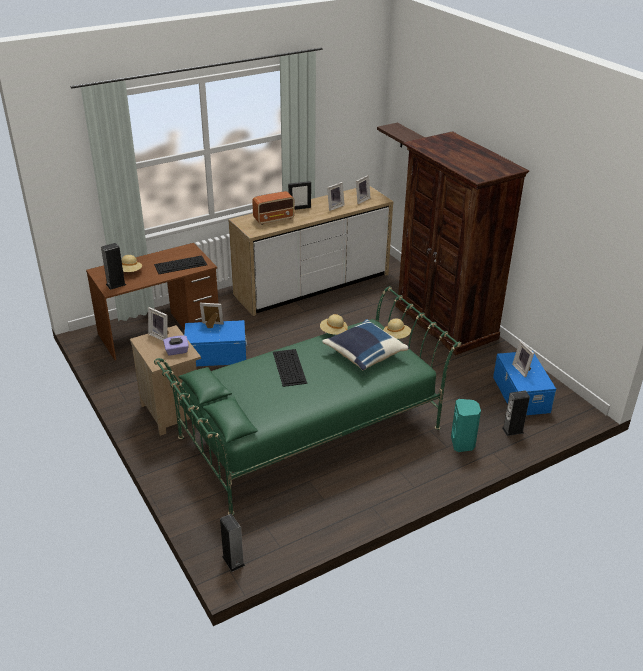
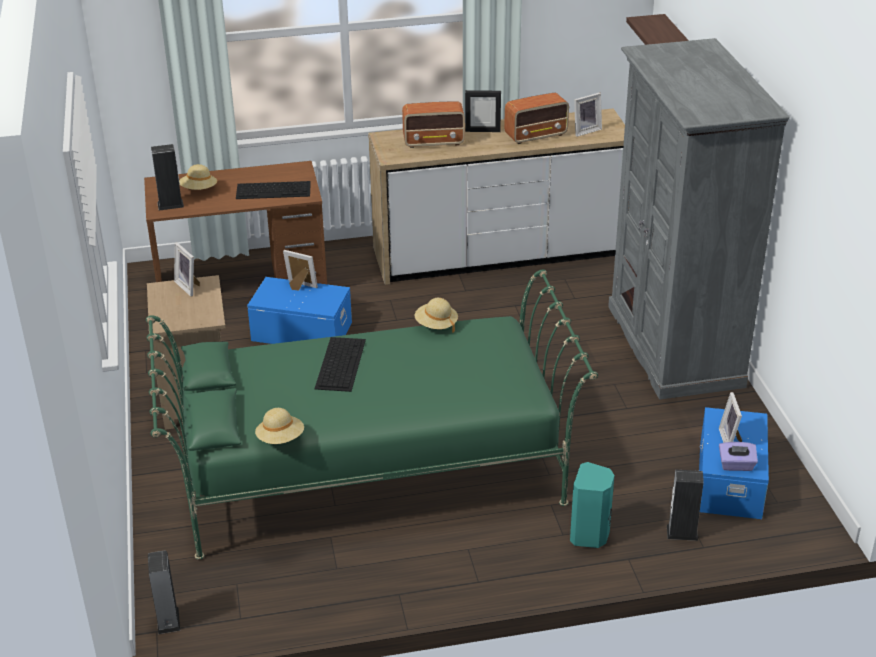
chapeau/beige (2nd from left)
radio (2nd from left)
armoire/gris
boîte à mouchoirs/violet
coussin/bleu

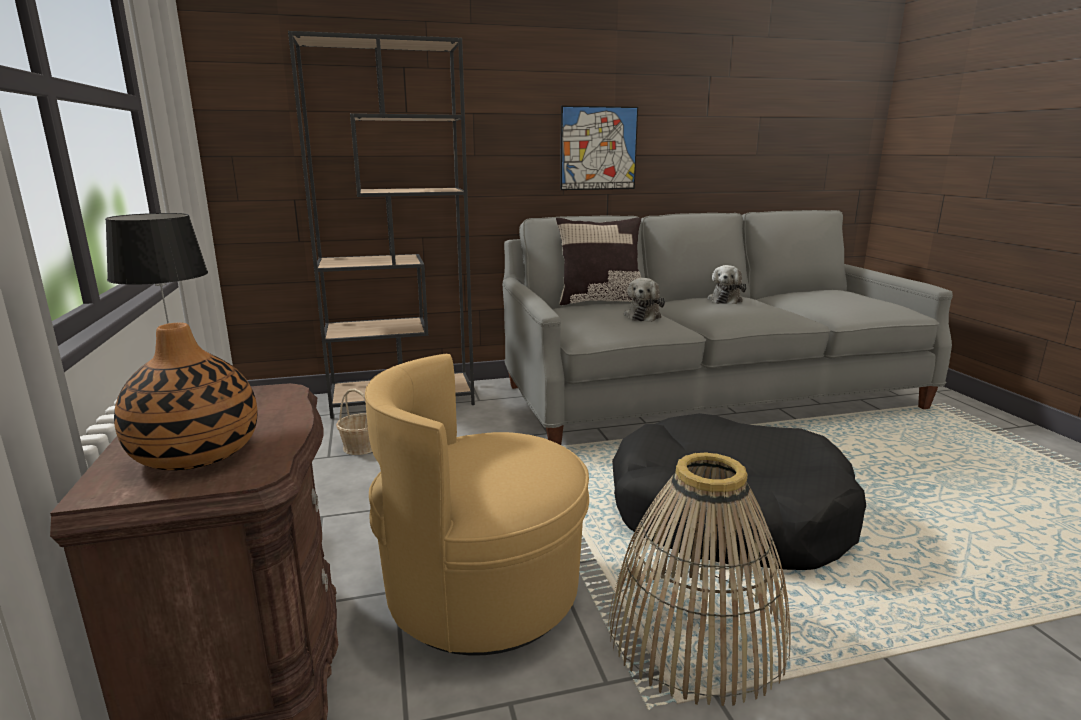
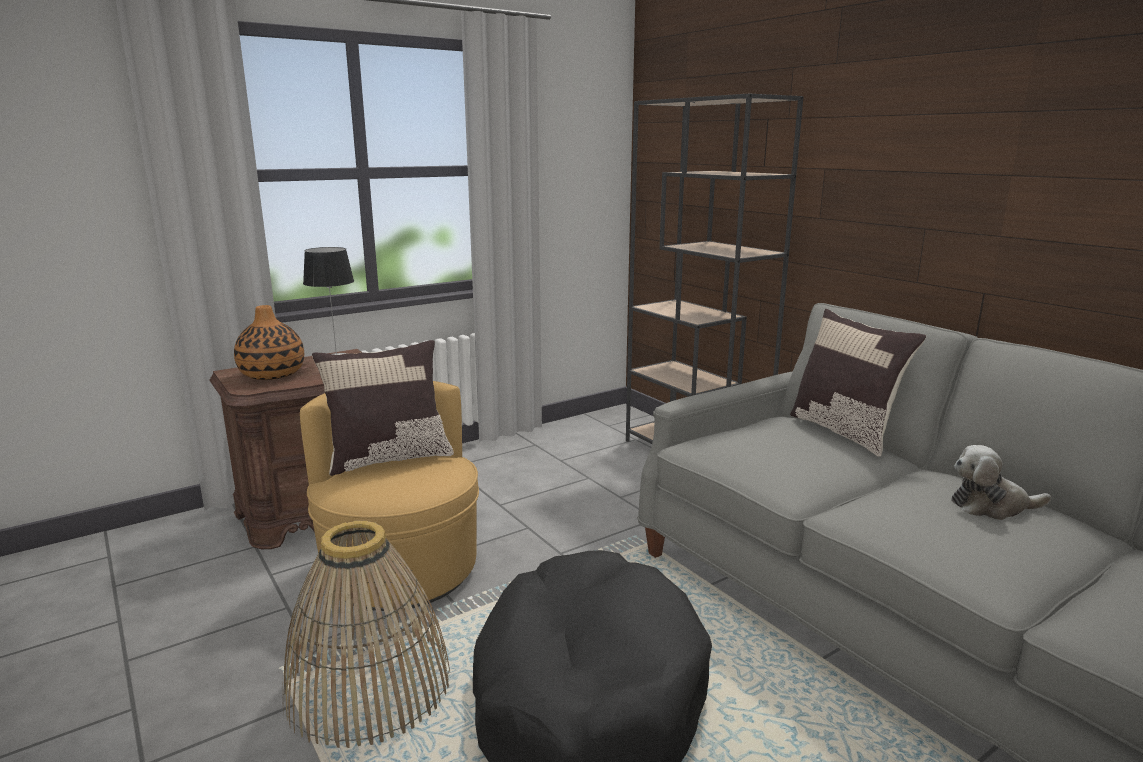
coussin (1st from left)
panier (1st from left in the first image)
tableau
peluche (1st from left in the first image)

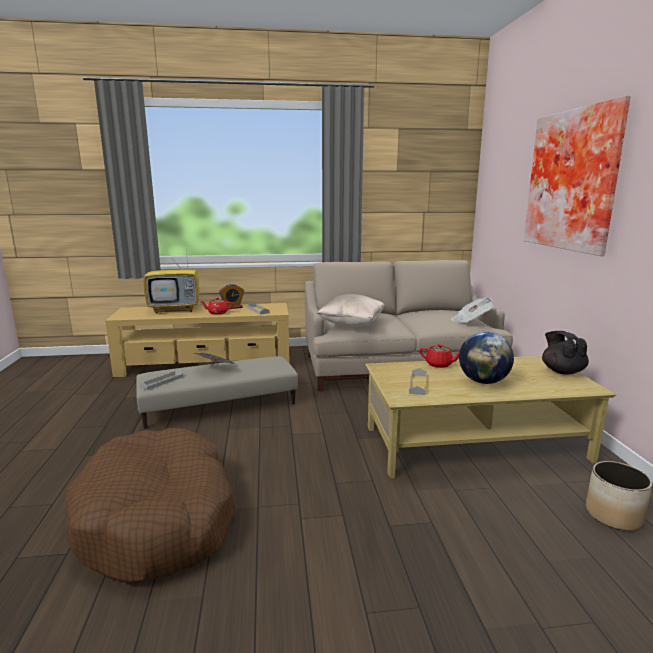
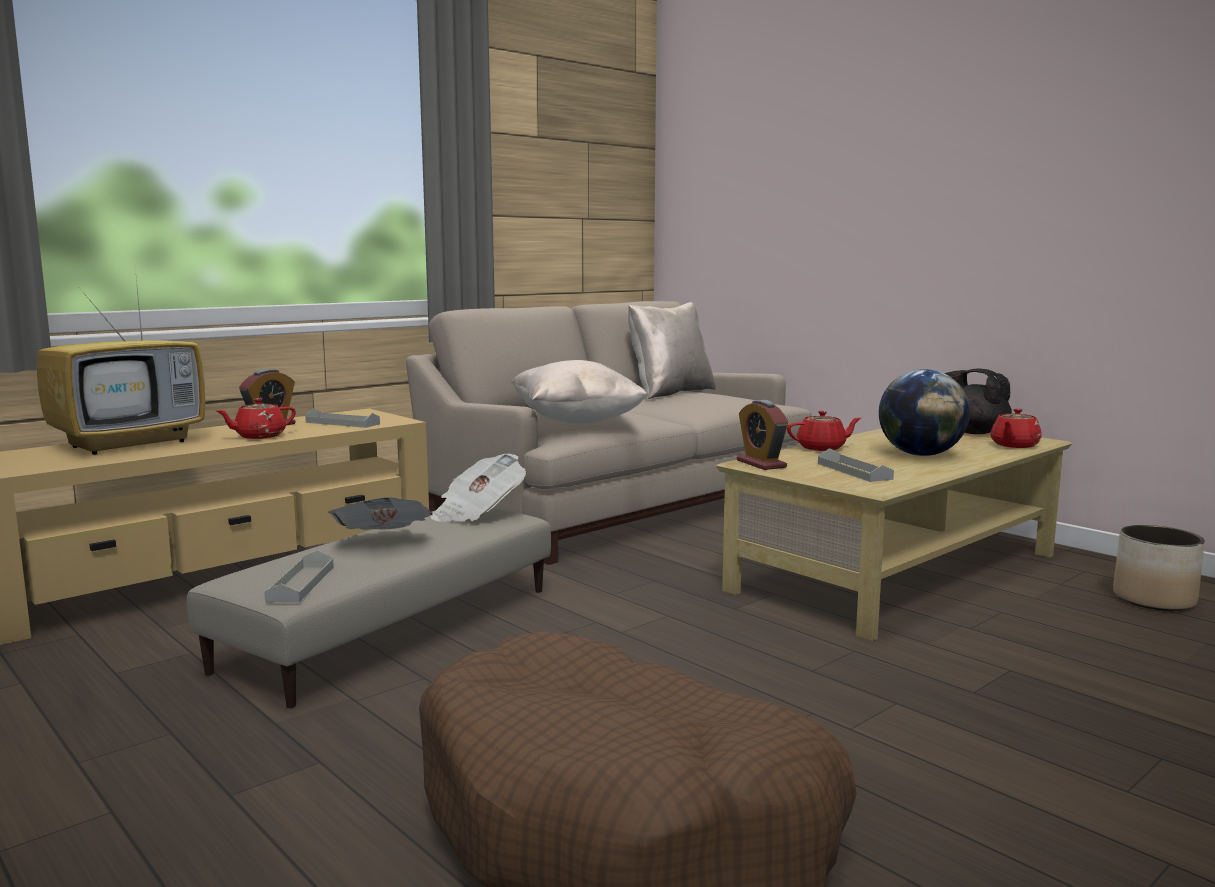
journal (2nd from left)
coussin/beige (2nd from left)
réveil (2nd from left)
théière/rouge (3rd from left)
tableau

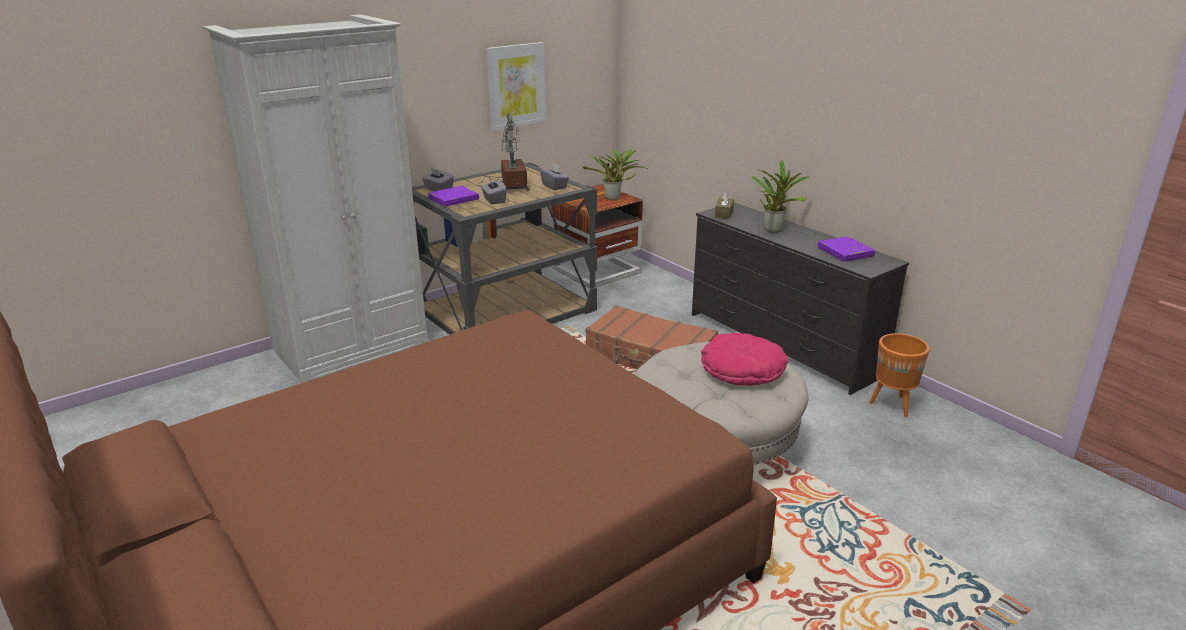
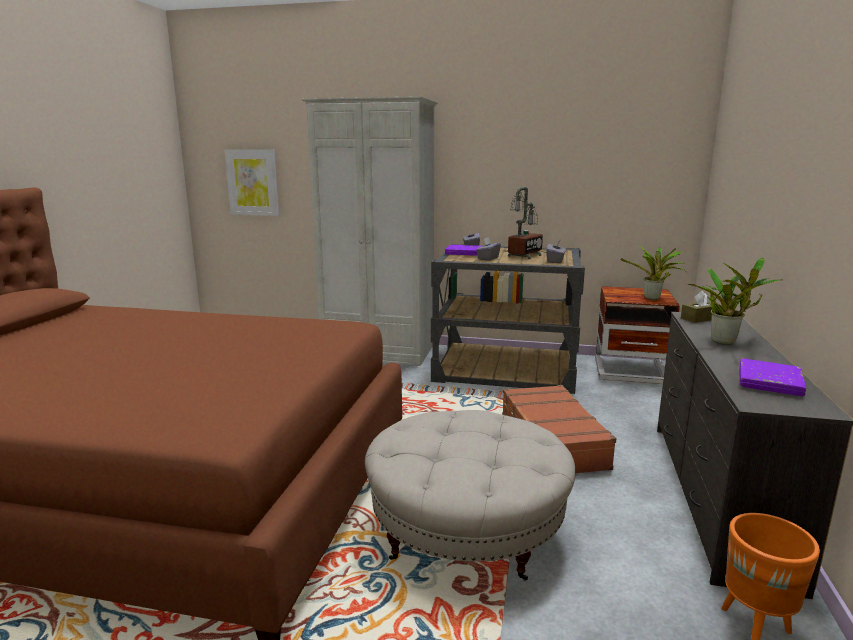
tableau
coussin/rose

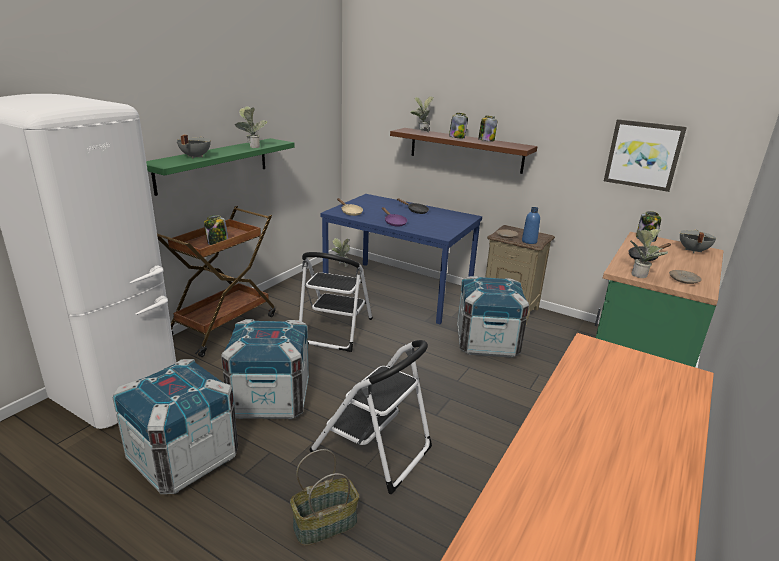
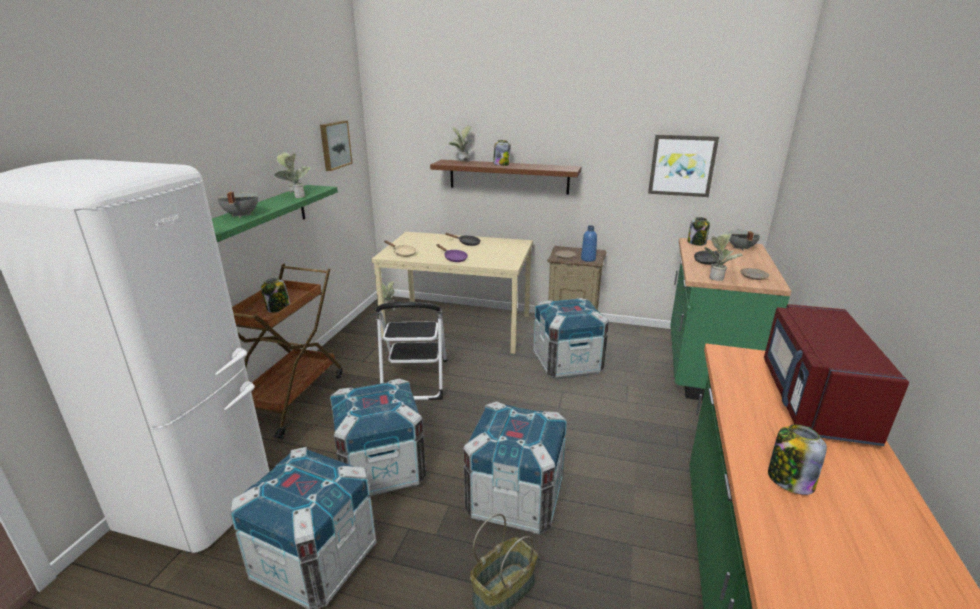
tableau (1st from left)
table à manger/beige
caisse (3rd from left)
micro-ondes/rouge
bocal (4th from left)

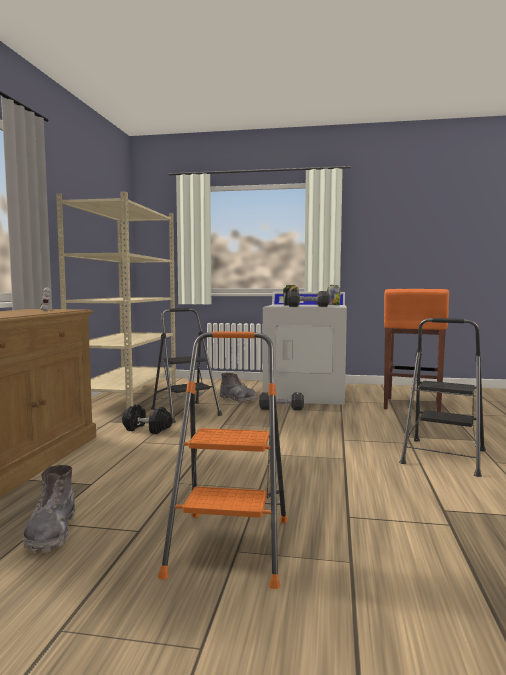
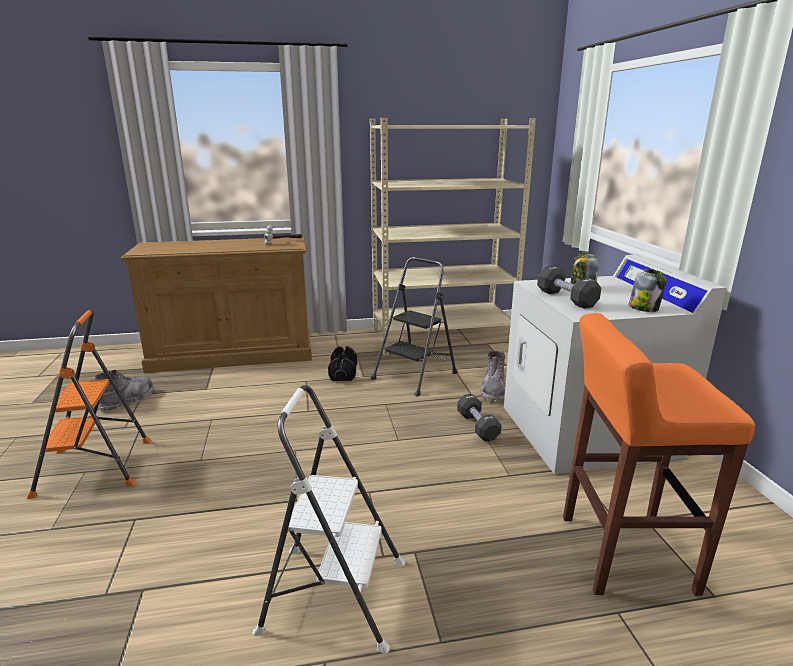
botte/gris (1st from left)
escabeau/blanc

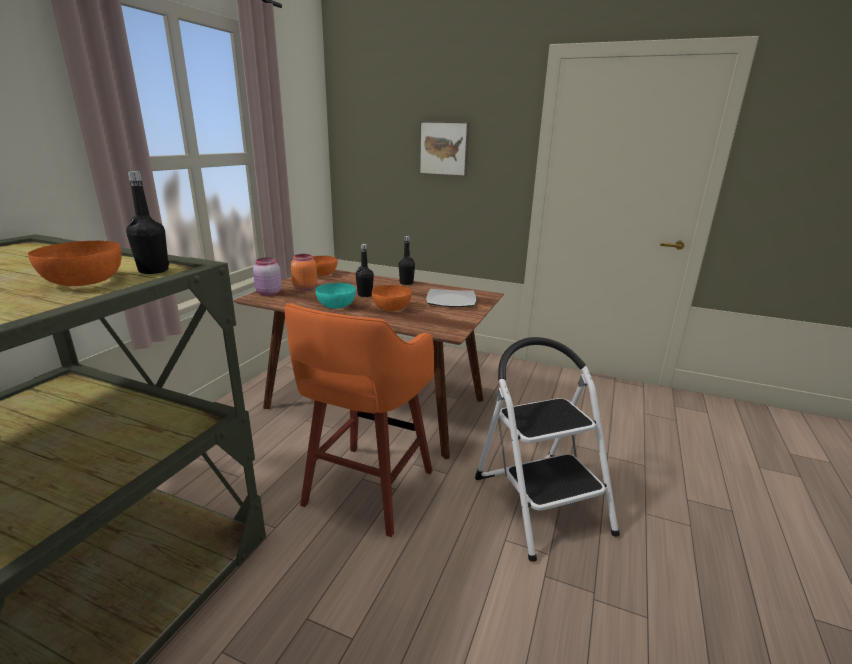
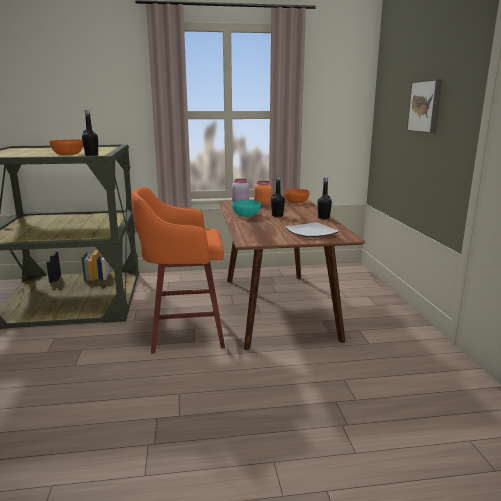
bol/orange (3rd from left in the first image)
escabeau

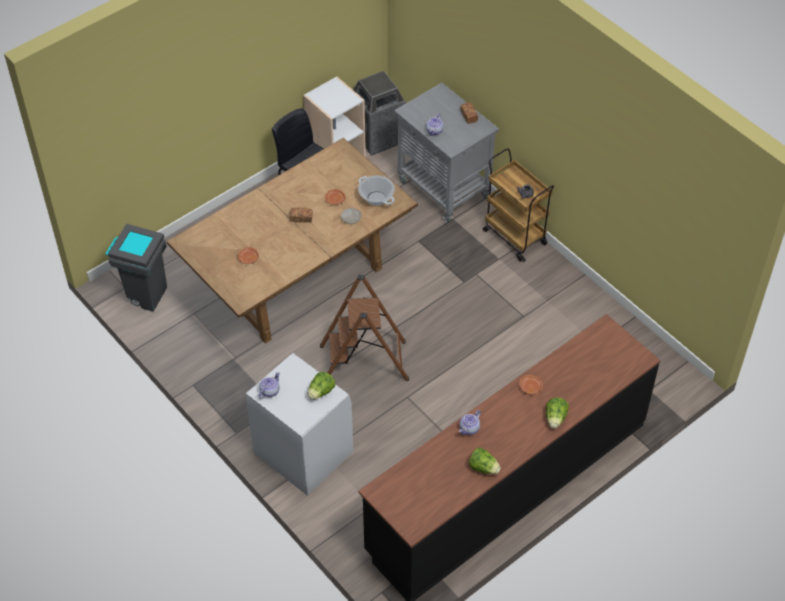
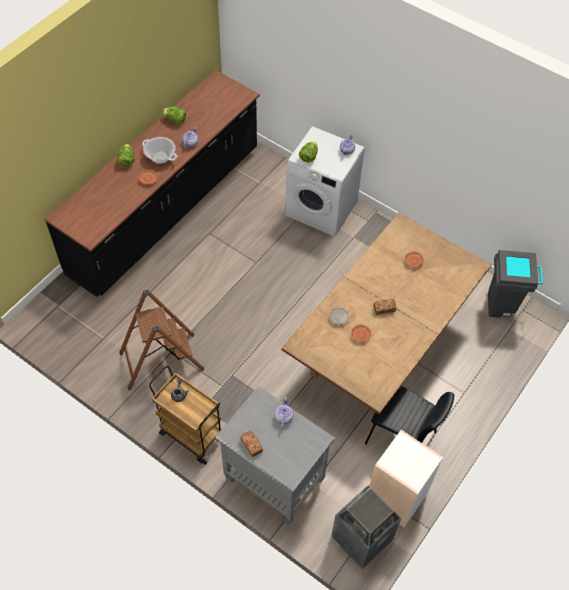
escabeau/marron
marmite

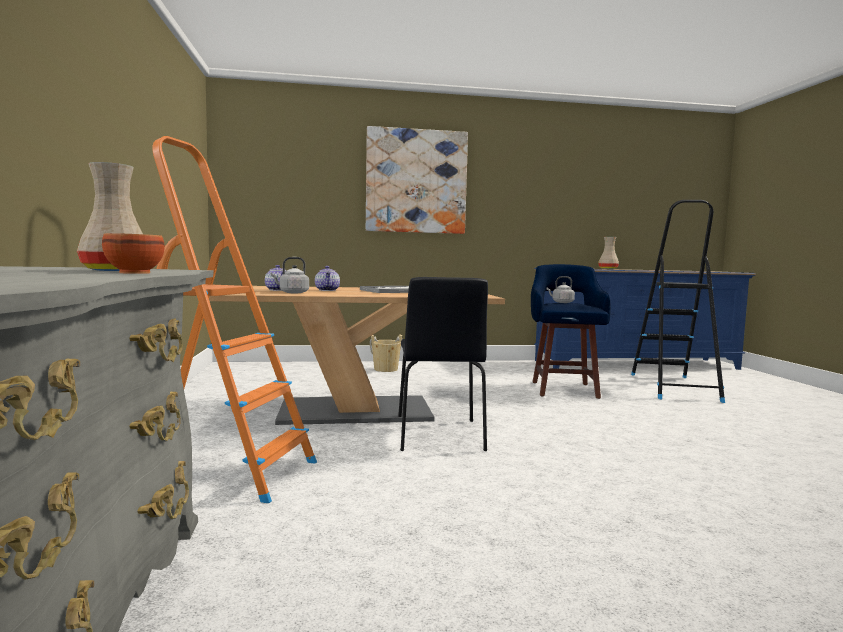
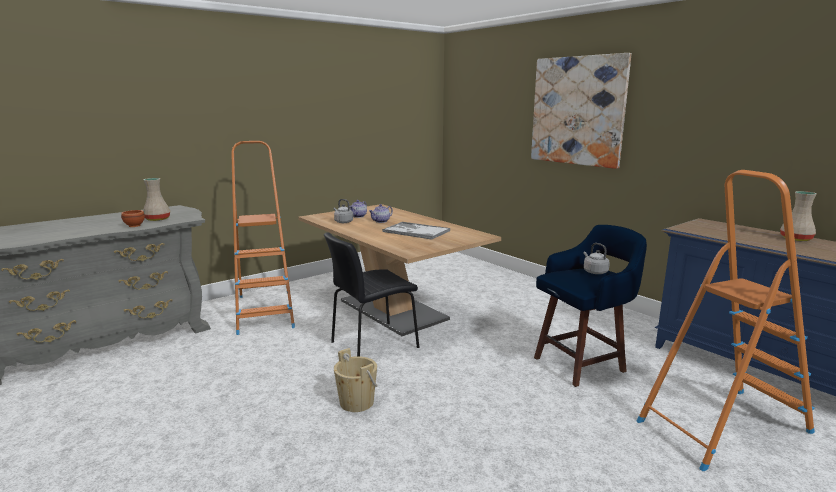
seau/beige
escabeau/orange (2nd from left)

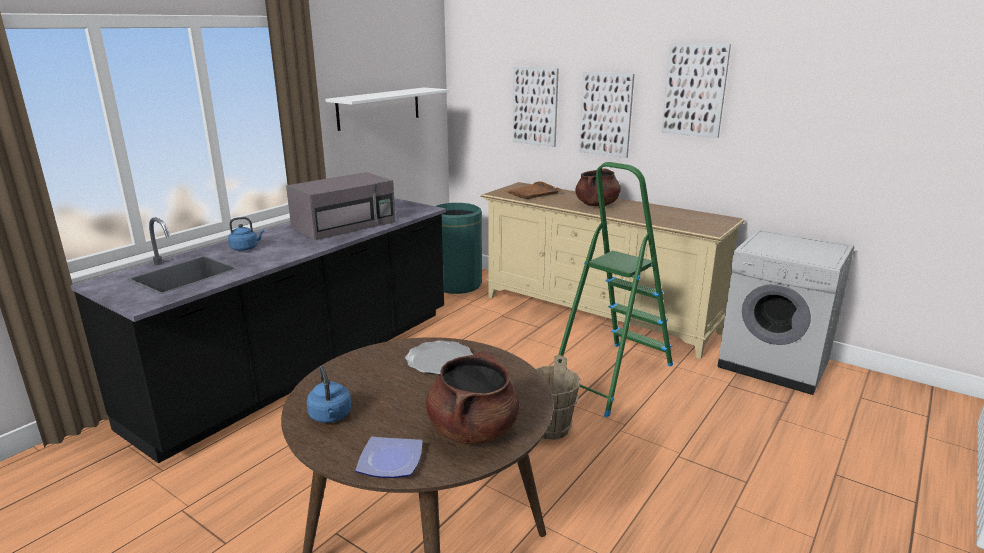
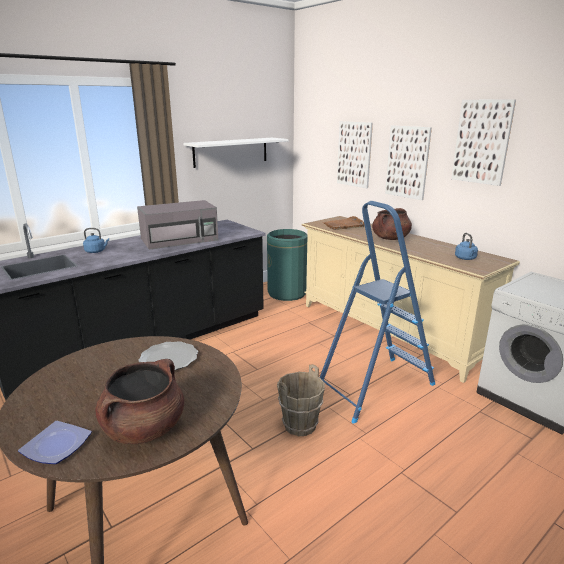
escabeau/bleu
bouilloire/bleu (2nd from left)

